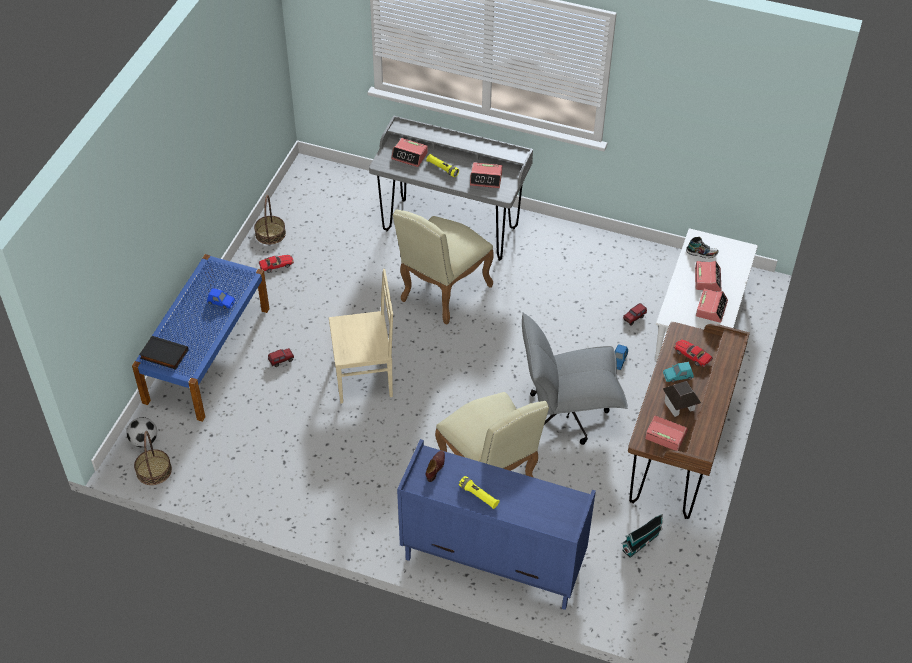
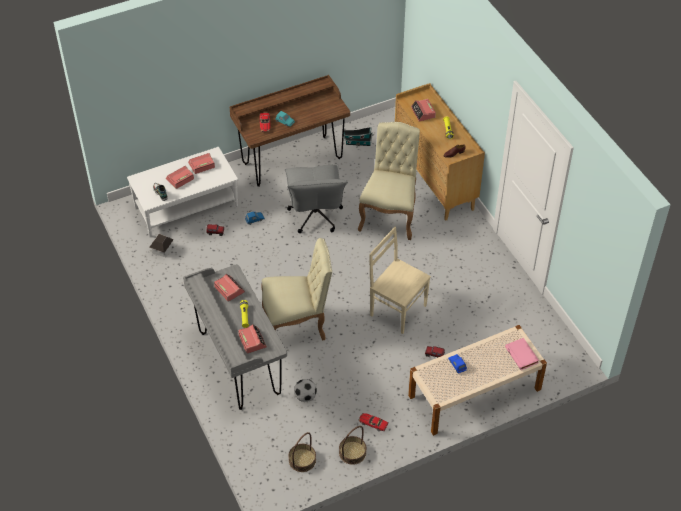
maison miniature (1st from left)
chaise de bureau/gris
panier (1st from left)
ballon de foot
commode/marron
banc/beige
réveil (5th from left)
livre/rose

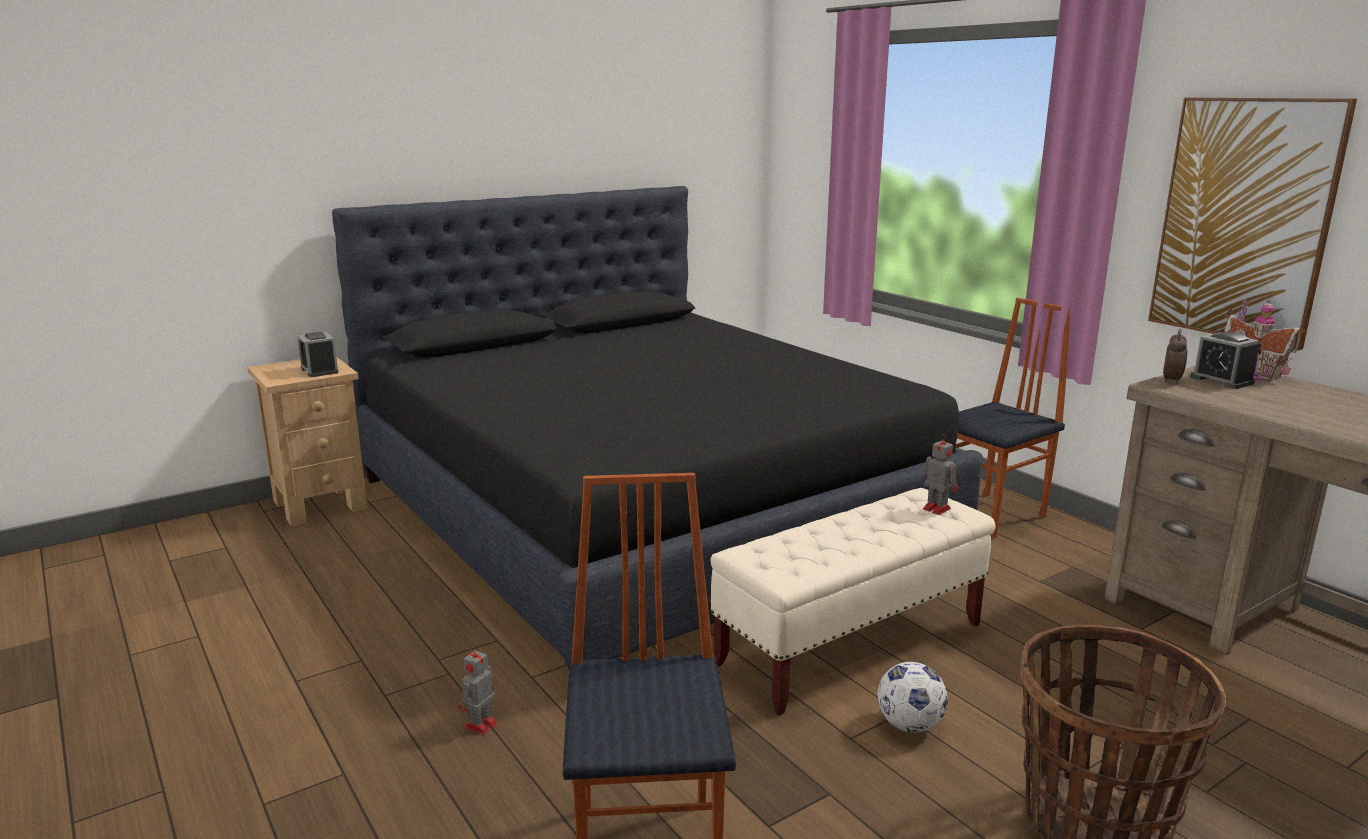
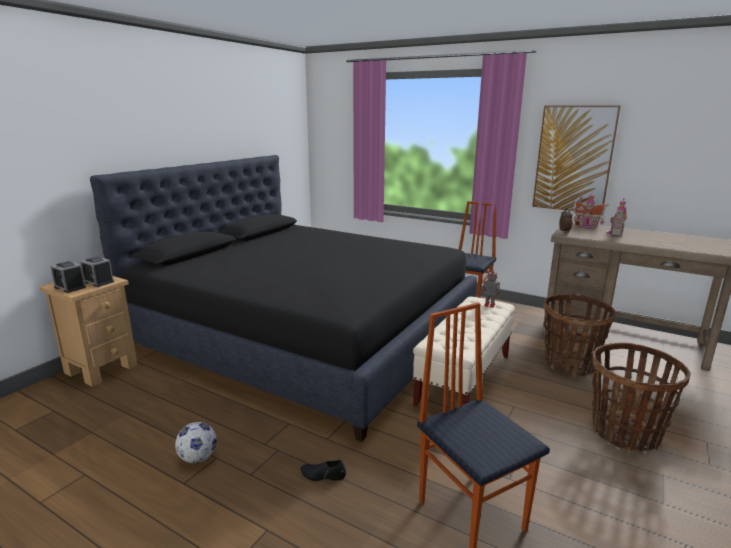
réveil (1st from left)
ballon de foot
chaussure/noir
panier (1st from left)
maison miniature (2nd from left)

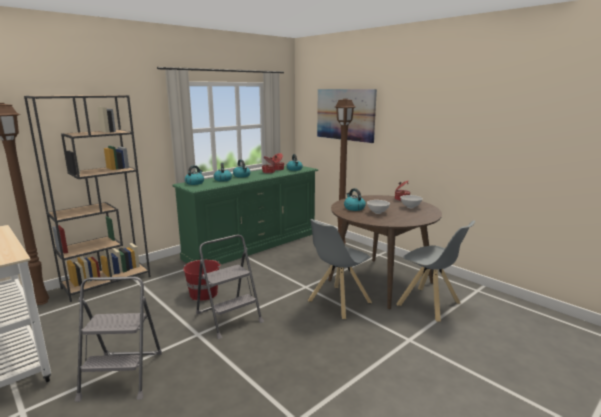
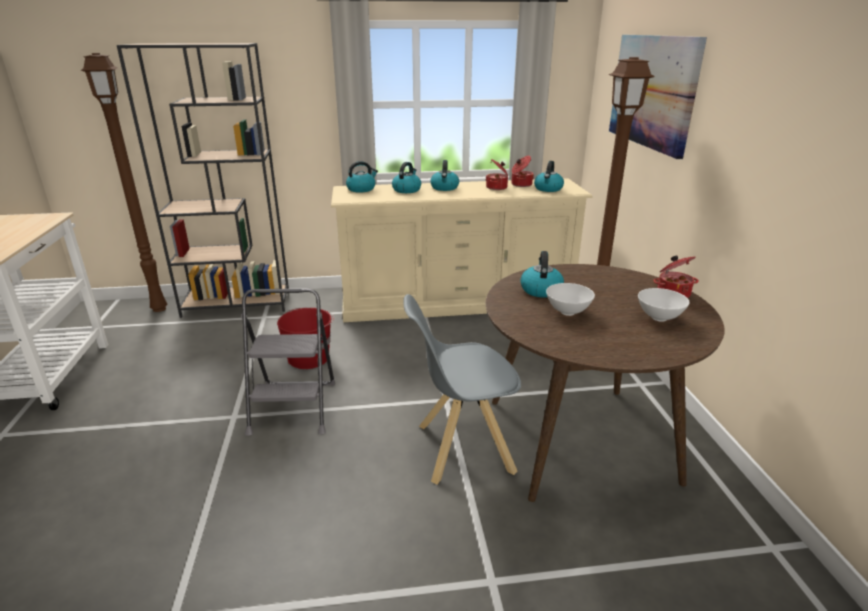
meuble de rangement/beige
escabeau/gris (1st from left in the first image)
chaise/gris (2nd from left in the first image)

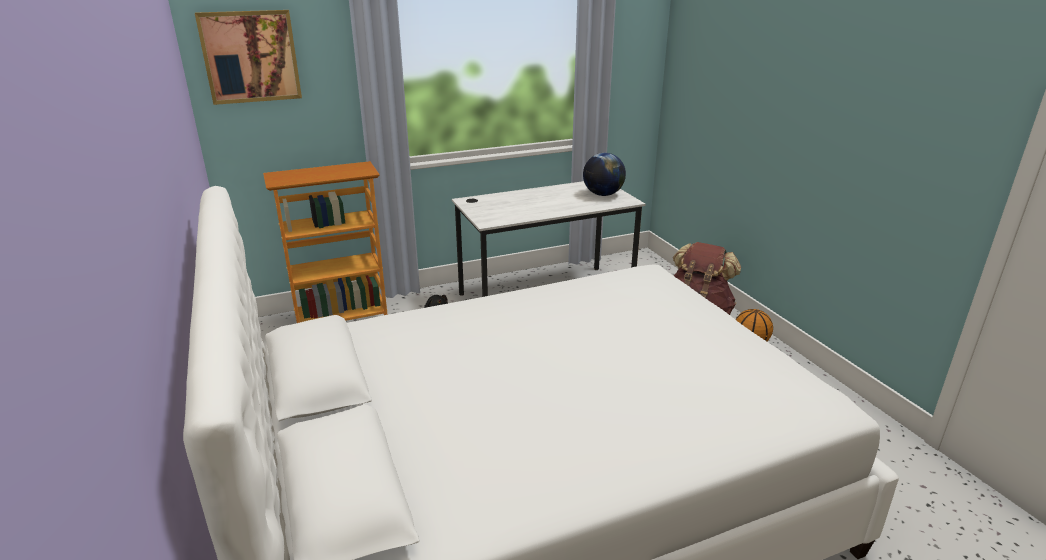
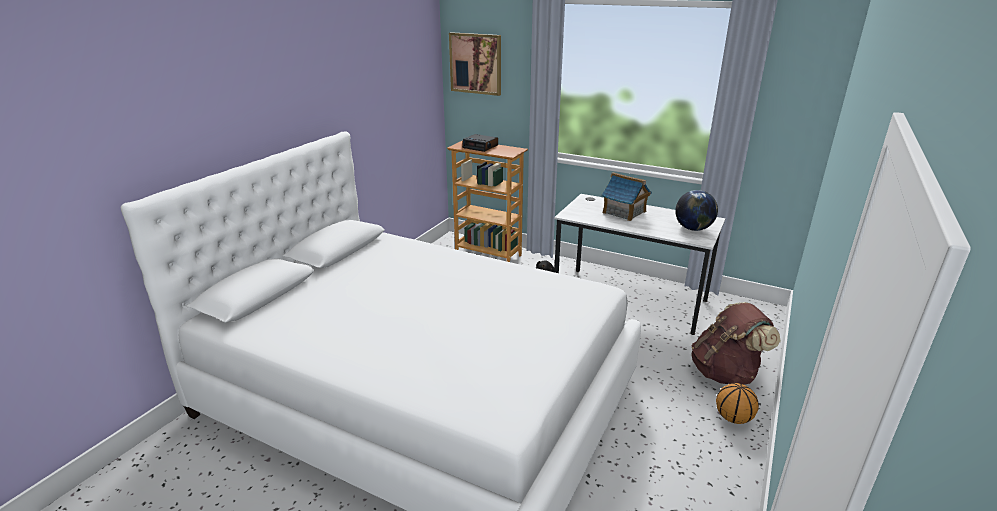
réveil
maison miniature

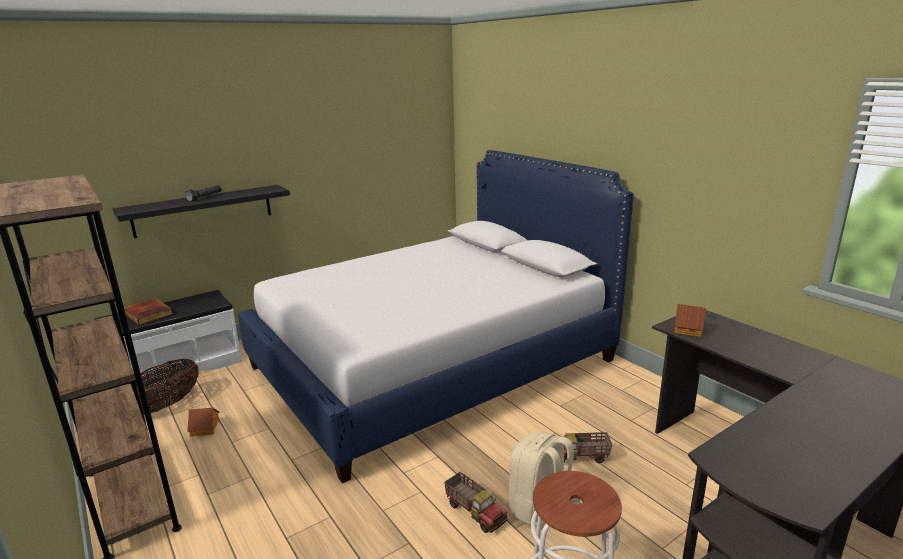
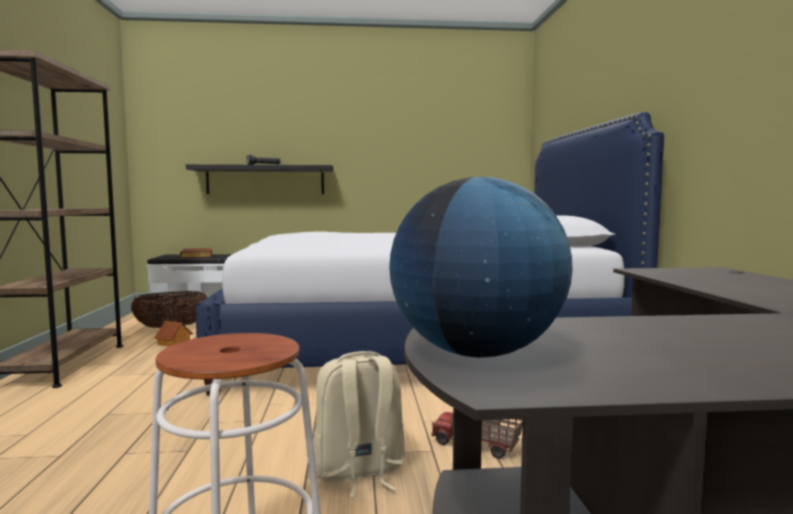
globe
camion jouet (1st from left in the first image)
maison miniature (2nd from left in the first image)

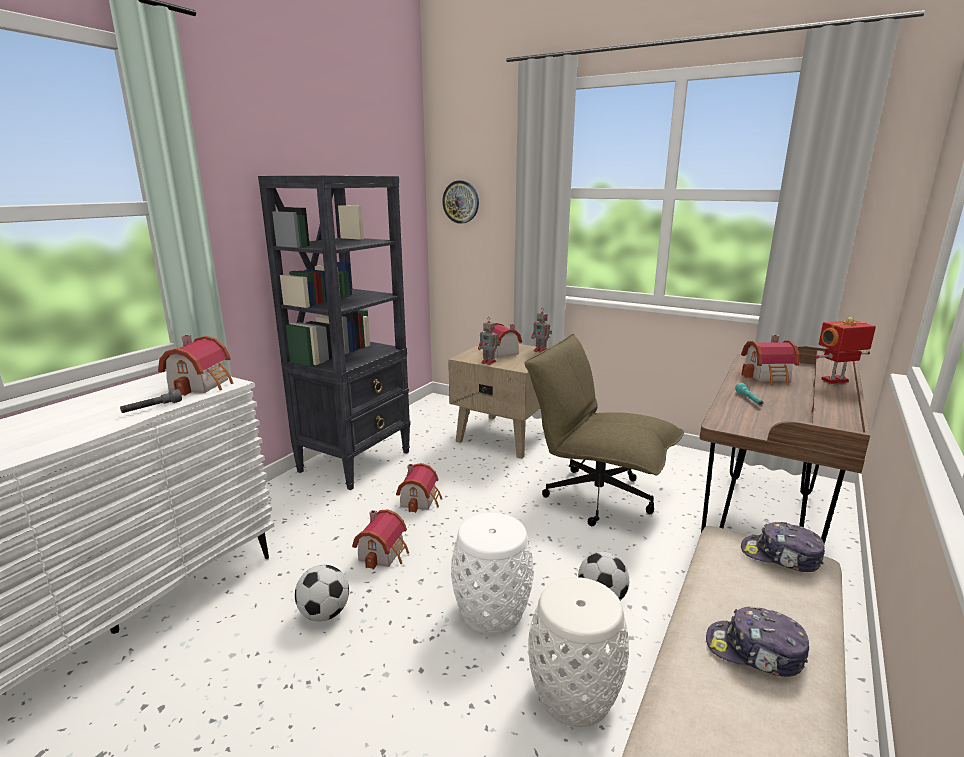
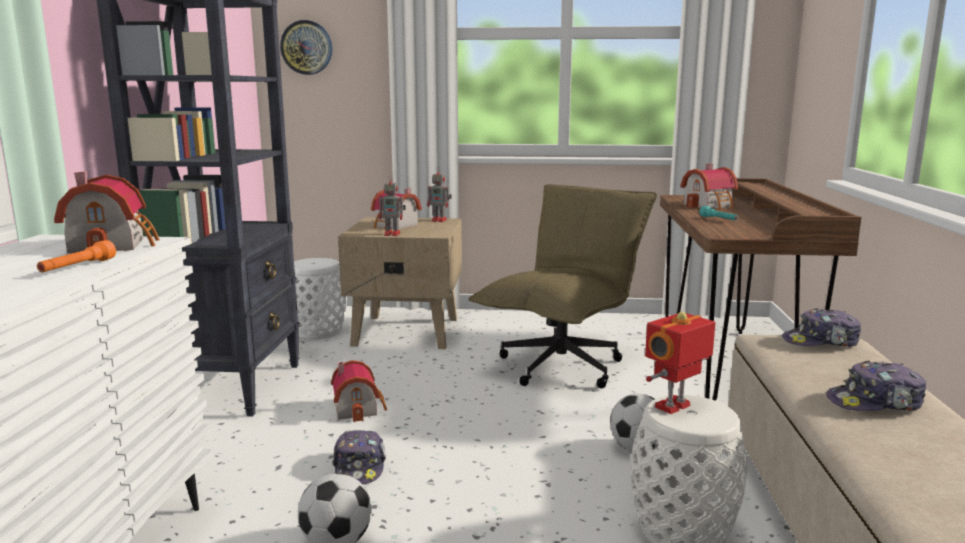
lampe de poche/orange
tabouret/blanc (1st from left)
casquette (1st from left)
chaise de bureau/beige
robot jouet (3rd from left)

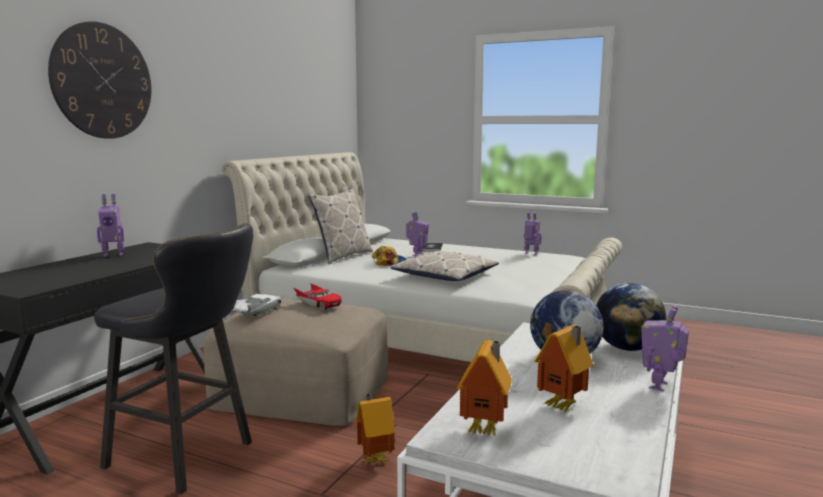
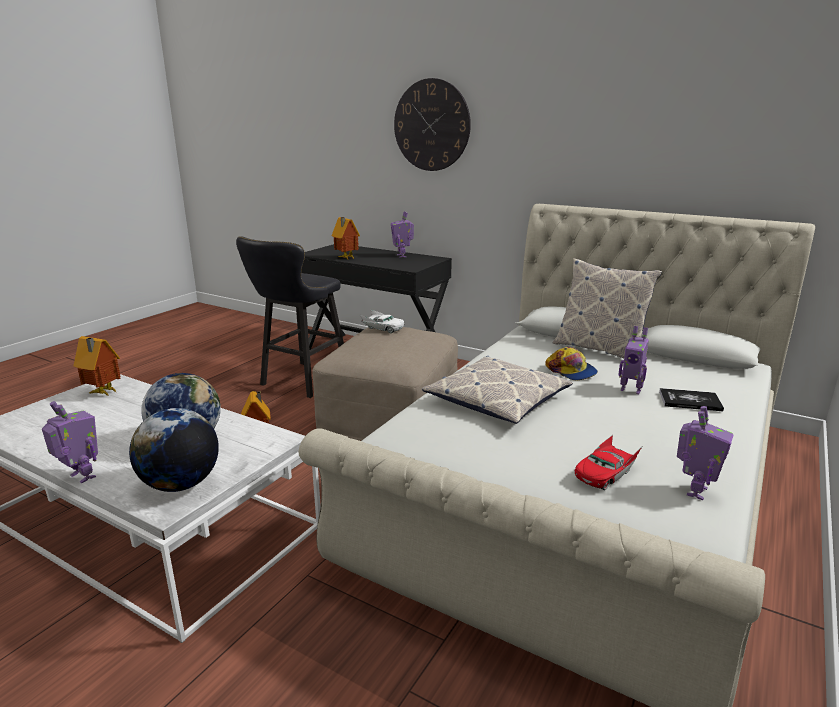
maison miniature (3rd from left)
petite voiture/rouge

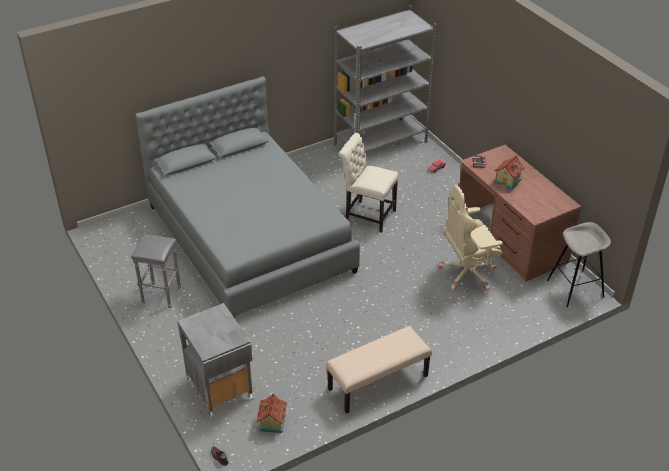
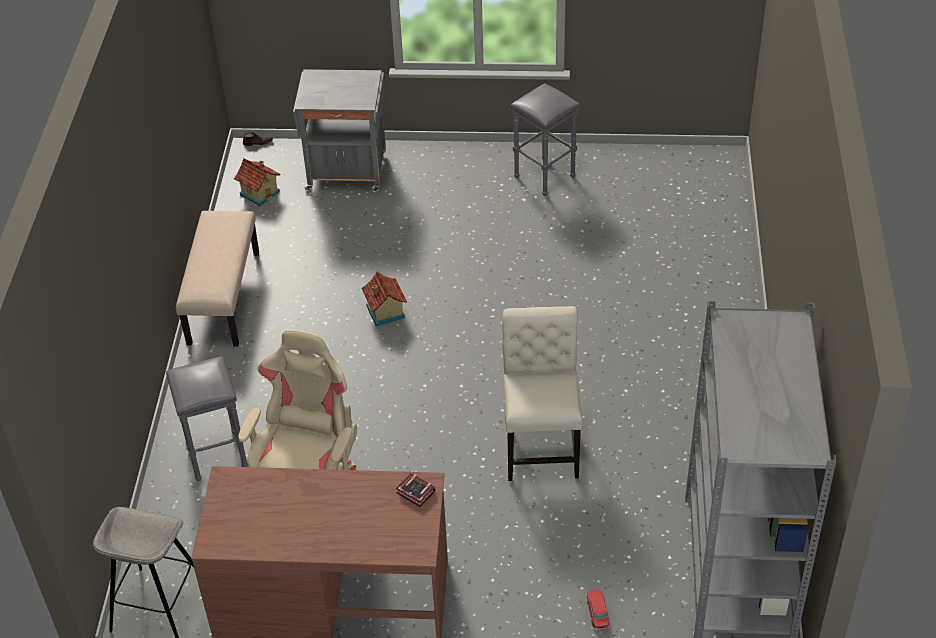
tabouret/gris (2nd from left)
maison miniature (2nd from left)
chaise/beige
lit/gris

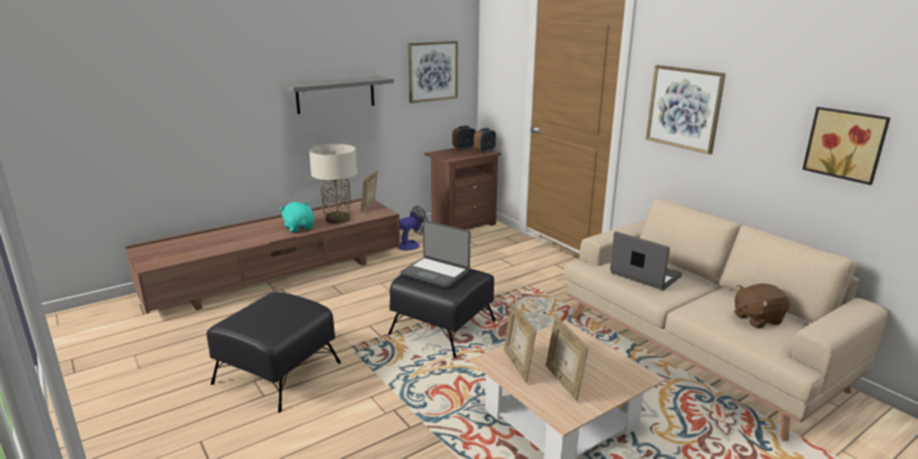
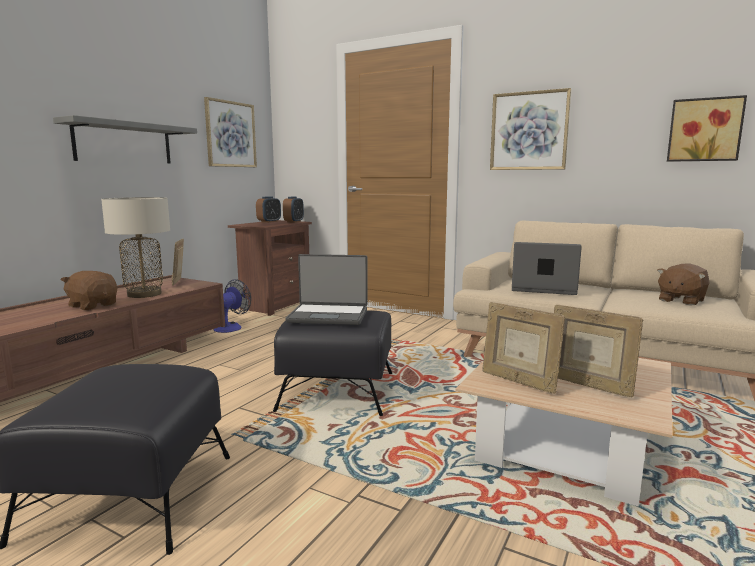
peluche/marron (1st from left)

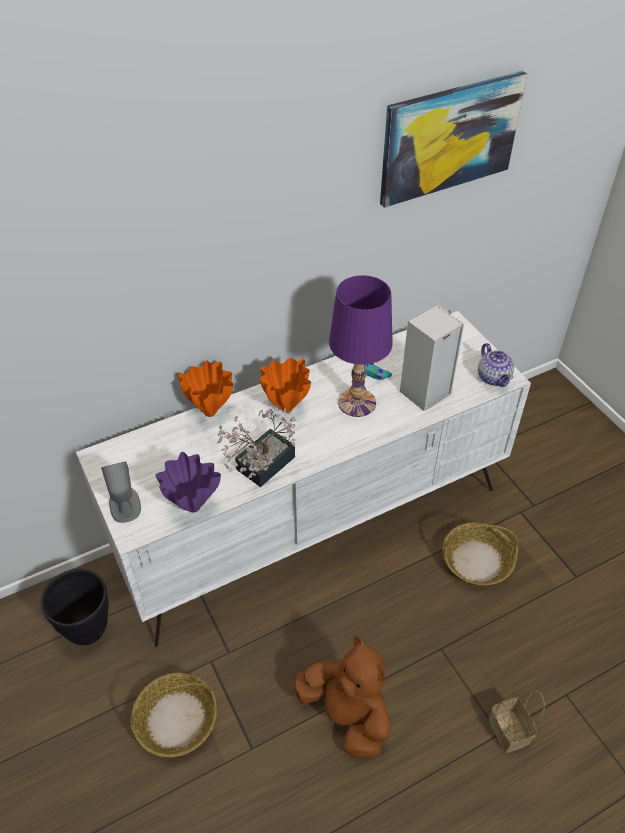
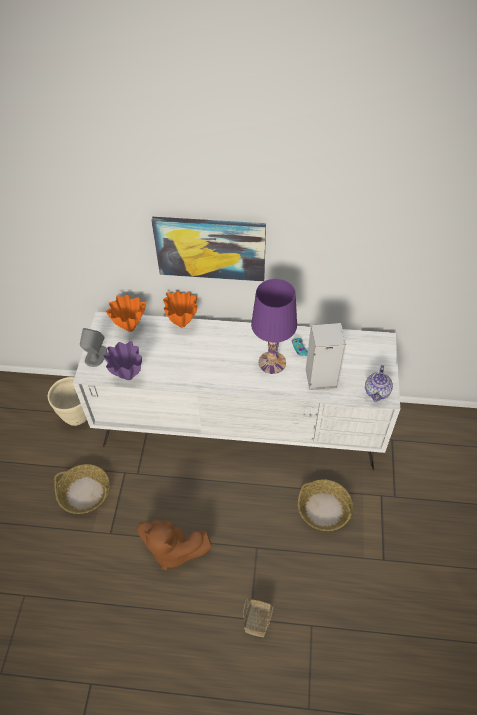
cache-pot/beige
vase/orange (1st from left)
peluche/marron
tableau
plante en pot

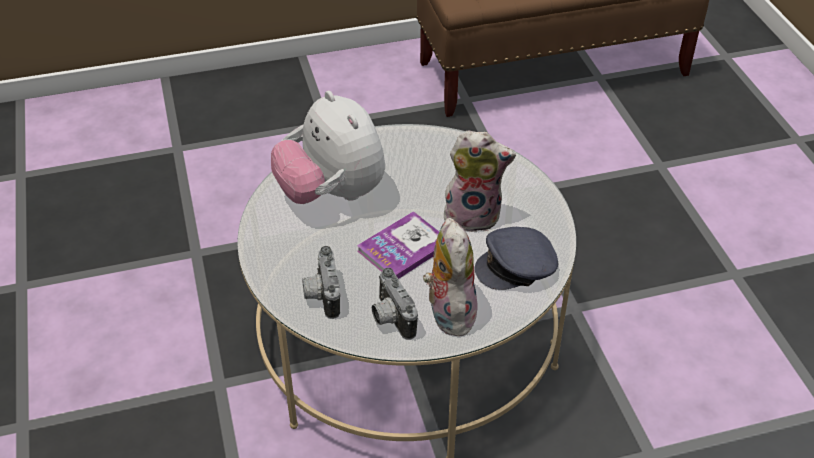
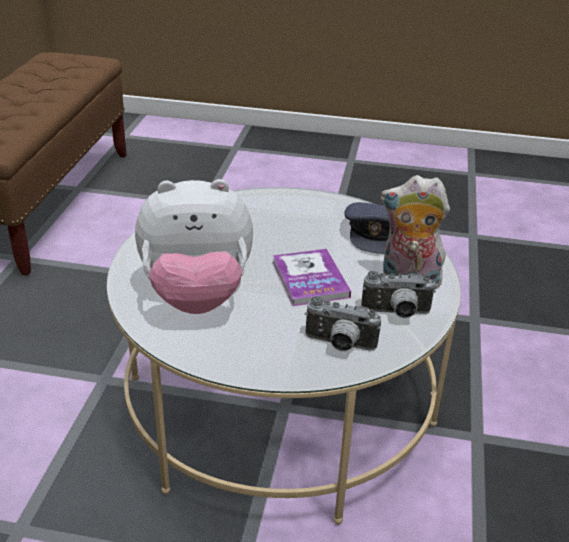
peluche (3rd from left in the first image)

